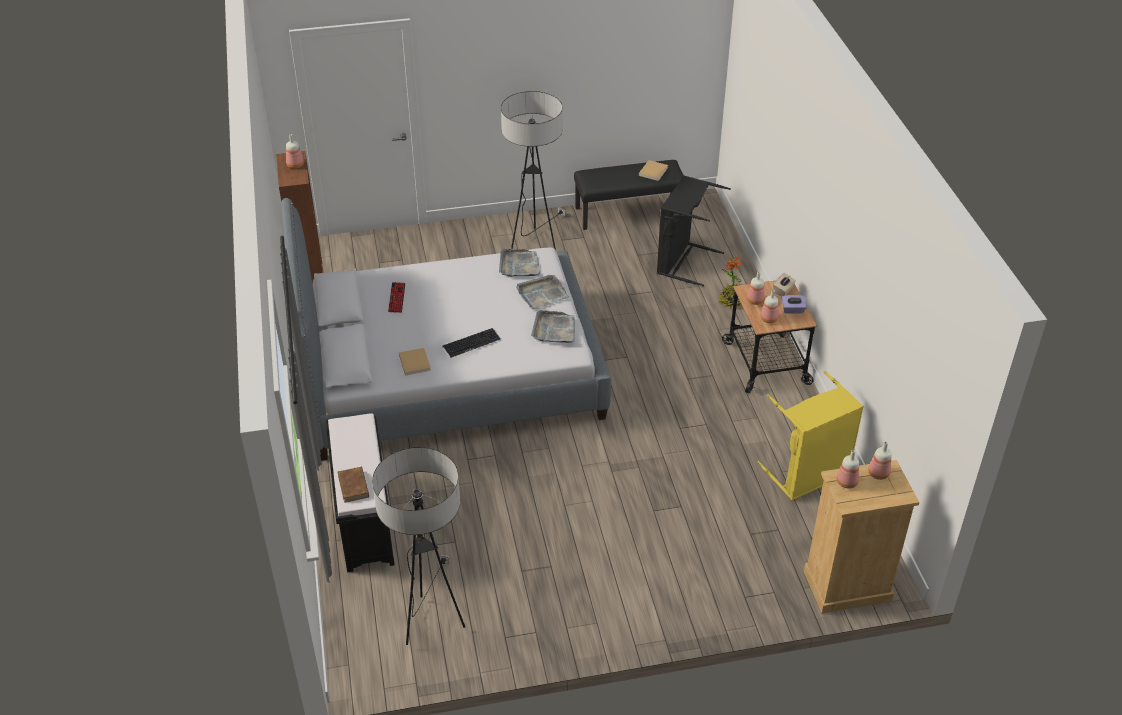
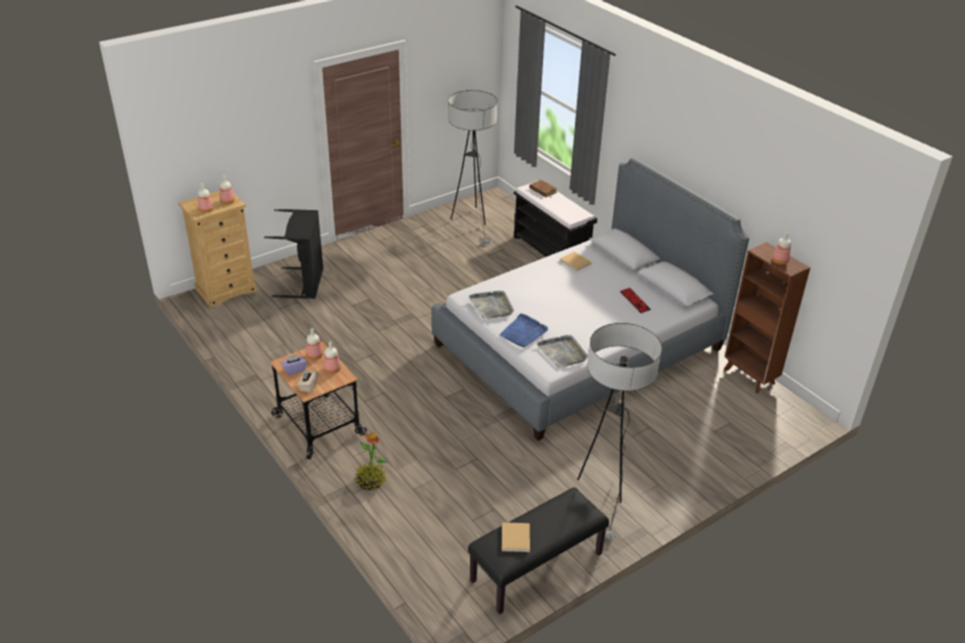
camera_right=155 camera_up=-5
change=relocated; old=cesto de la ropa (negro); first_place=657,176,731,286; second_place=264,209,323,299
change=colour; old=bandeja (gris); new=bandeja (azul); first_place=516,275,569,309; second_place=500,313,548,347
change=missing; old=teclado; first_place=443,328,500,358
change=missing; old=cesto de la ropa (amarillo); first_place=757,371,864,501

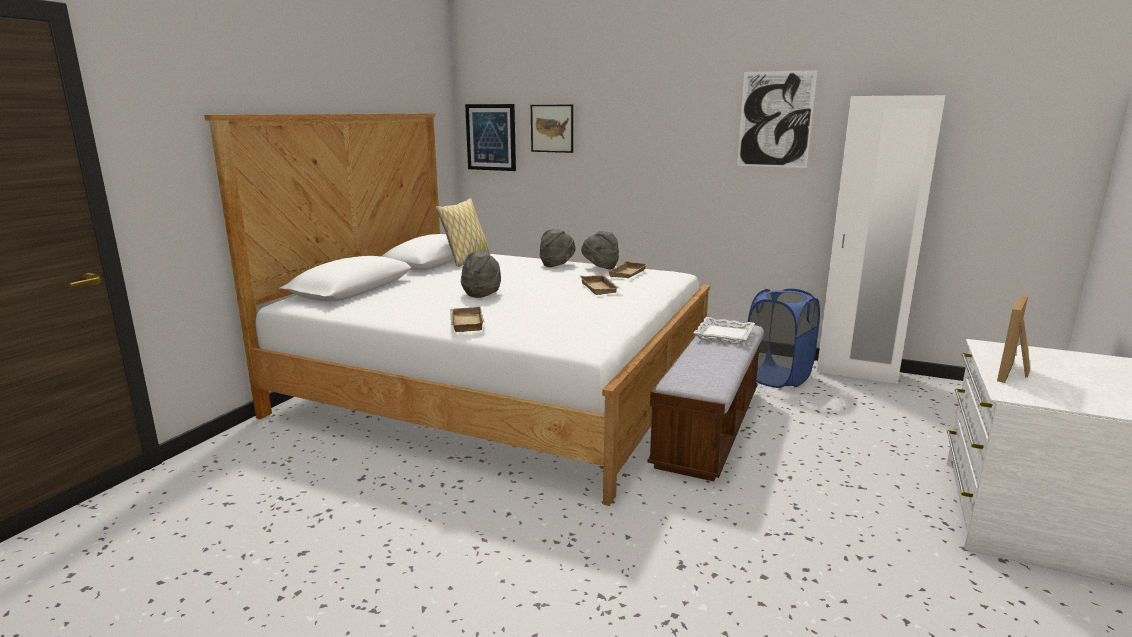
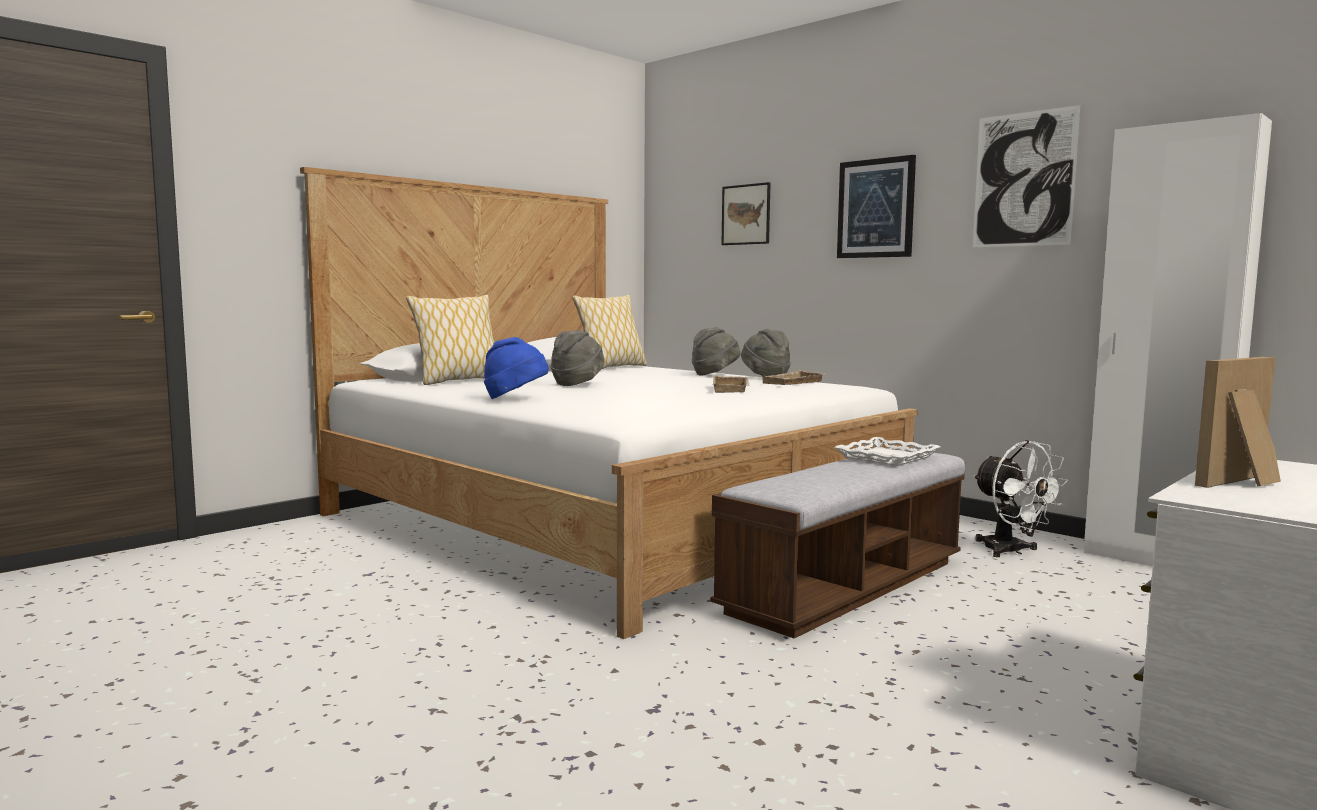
camera_right=20 camera_up=-10
change=relocated; old=cuadro; first_place=465,104,516,171; second_place=837,155,916,258
change=exchanged; old=cesto de la ropa (azul); new=ventilador (blanco); first_place=748,289,820,388; second_place=973,440,1068,557
change=exchanged; old=bandeja (beis); new=sombrero (azul); first_place=450,306,484,332; second_place=484,337,549,399
change=appeared; new=cojín; second_place=406,295,494,385

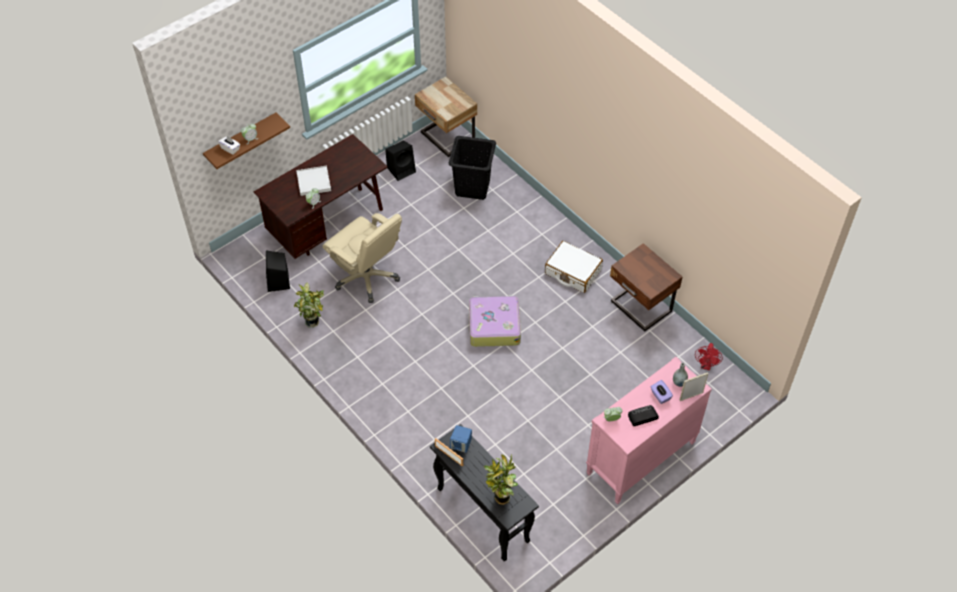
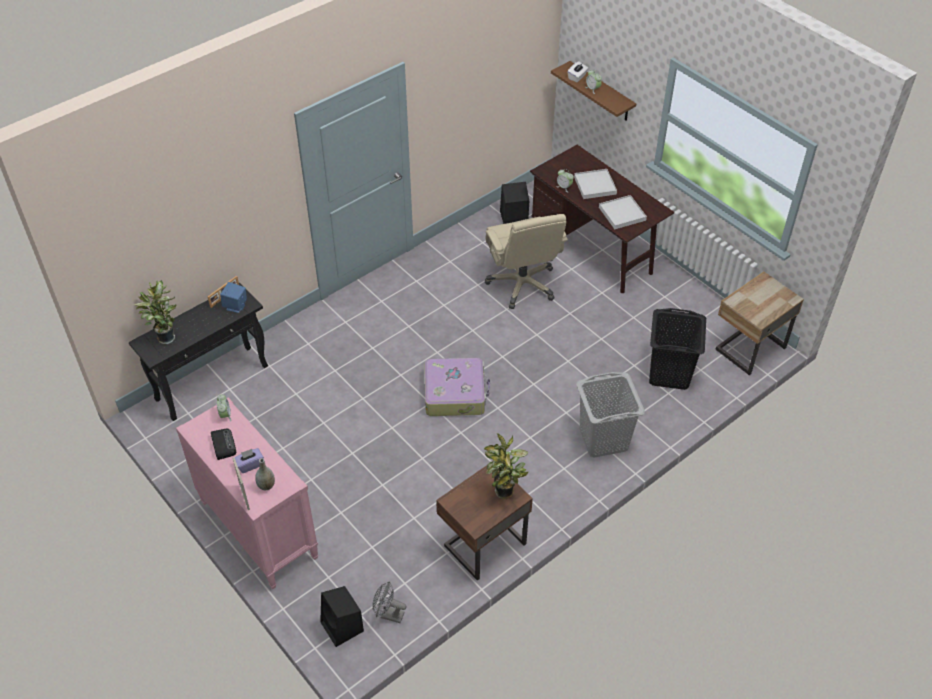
camera_right=90 camera_up=-5
change=relocated; old=altavoz (negro); first_place=385,140,416,181; second_place=320,586,364,647
change=spun; old=silla de oficina (beis); first_place=323,213,402,303; second_place=485,214,568,309; degrees=-60
change=missing; old=maleta (blanco); first_place=545,241,603,293
change=relocated; old=planta en maceta; first_place=294,283,324,328; second_place=484,433,528,499
change=colour; old=ventilador (rojo); new=ventilador (gris); first_place=695,343,722,370; second_place=372,581,407,623
change=appeared; new=bandeja (blanco); second_place=599,195,647,229
change=appeared; new=cesto de la ropa (gris); second_place=576,372,645,458

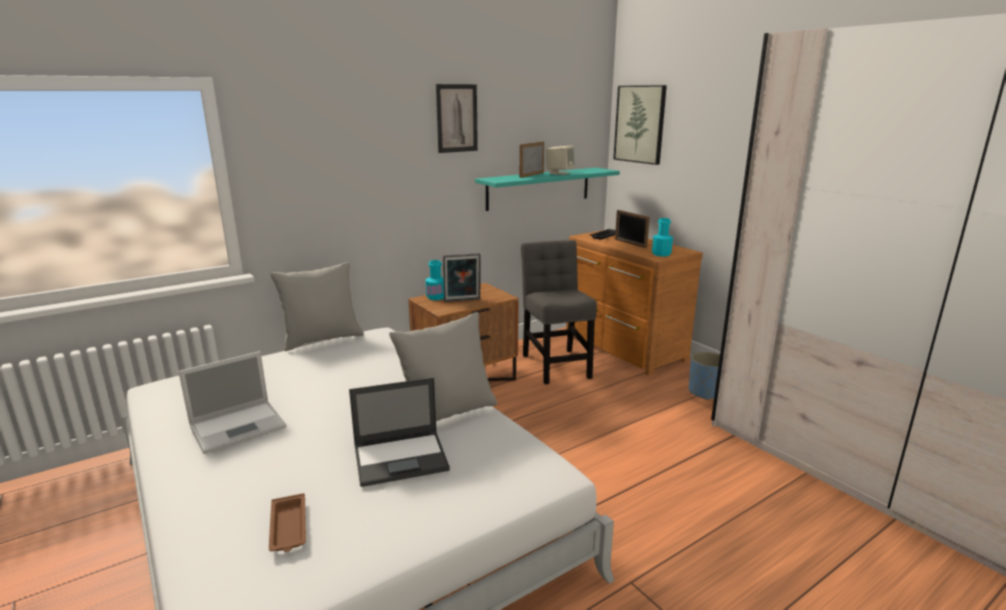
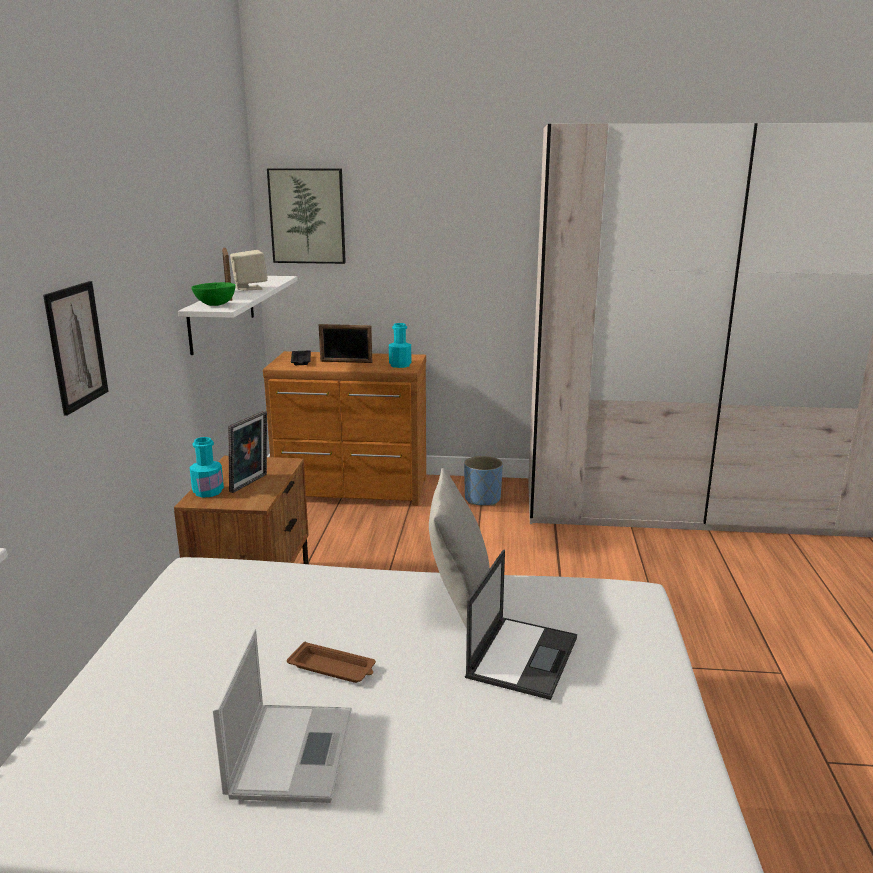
camera_right=-50 camera_up=0
change=relocated; old=cuadro; first_place=436,84,478,153; second_place=43,281,109,416
change=colour; old=estante (turquesa); new=estante (blanco); first_place=475,168,620,211; second_place=178,276,298,355
change=missing; old=silla (gris); first_place=521,240,597,384
change=missing; old=cojín (gris); first_place=270,262,364,351
change=relocated; old=bandeja (marrón); first_place=269,493,306,552; second_place=287,641,376,683
change=appeared; new=cuenco (verde); second_place=191,282,236,306

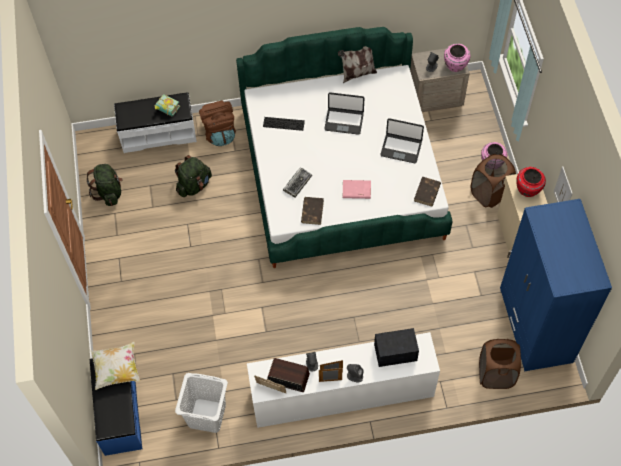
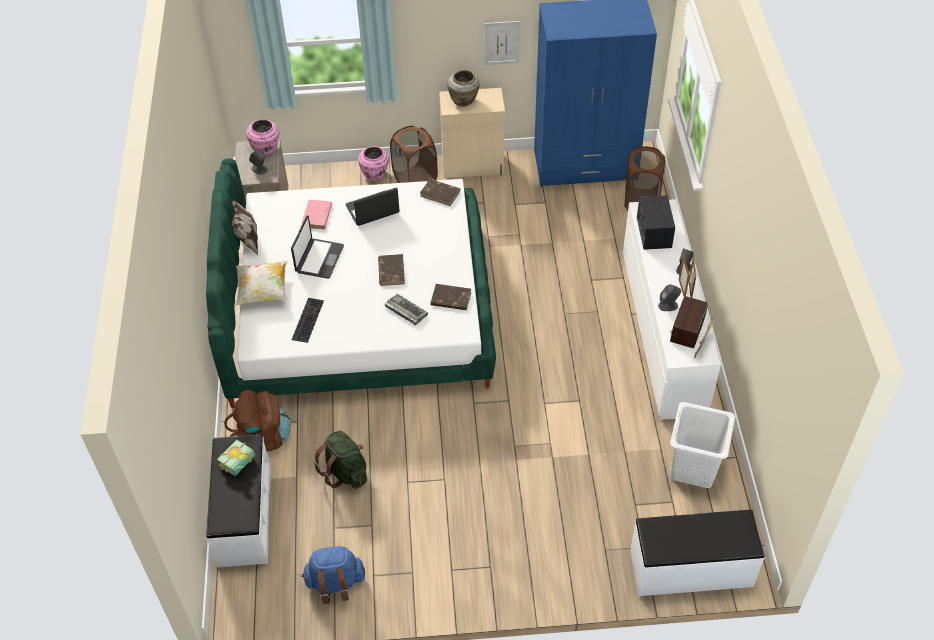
camera_right=-85 camera_up=-10
change=spun; old=portátil; first_place=380,118,424,163; second_place=346,188,400,226; degrees=-135
change=colour; old=mochila (verde); new=mochila (azul); first_place=87,164,123,206; second_place=301,546,365,604
change=colour; old=florero (rojo); new=florero (beis); first_place=516,167,546,197; second_place=447,70,480,107
change=relocated; old=libro (rosa); first_place=343,180,371,199; second_place=301,200,332,229
change=relocated; old=cojín; first_place=91,342,140,390; second_place=236,261,288,305
change=colour; old=banco (azul); new=banco (blanco); first_place=90,358,143,456; second_place=630,510,765,596
change=appeared; new=libro (marrón); second_place=378,254,405,286

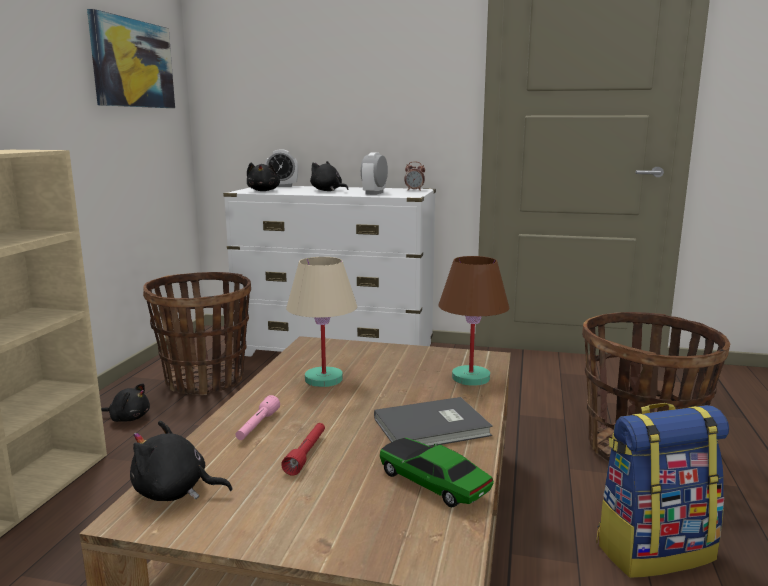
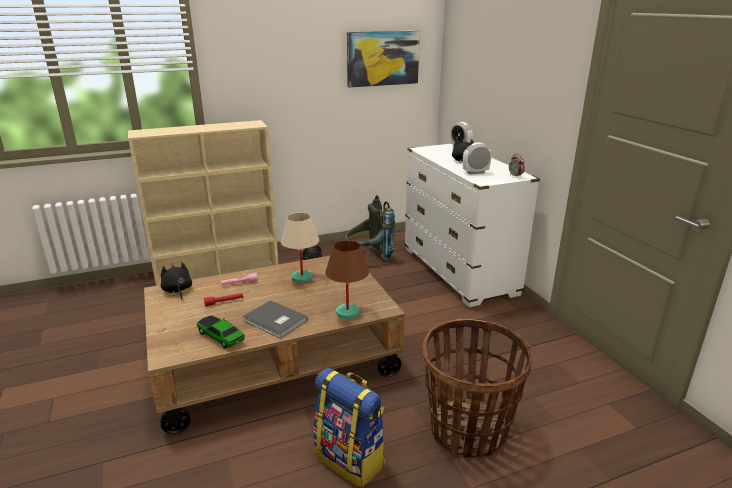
camera_right=55 camera_up=10
change=missing; old=peluche (negro); first_place=247,163,280,191
change=exchanged; old=cesta; new=mochila (gris); first_place=143,272,251,395; second_place=345,195,395,261
change=spun; old=coche de juguete; first_place=380,438,494,507; second_place=197,315,245,348; degrees=-60

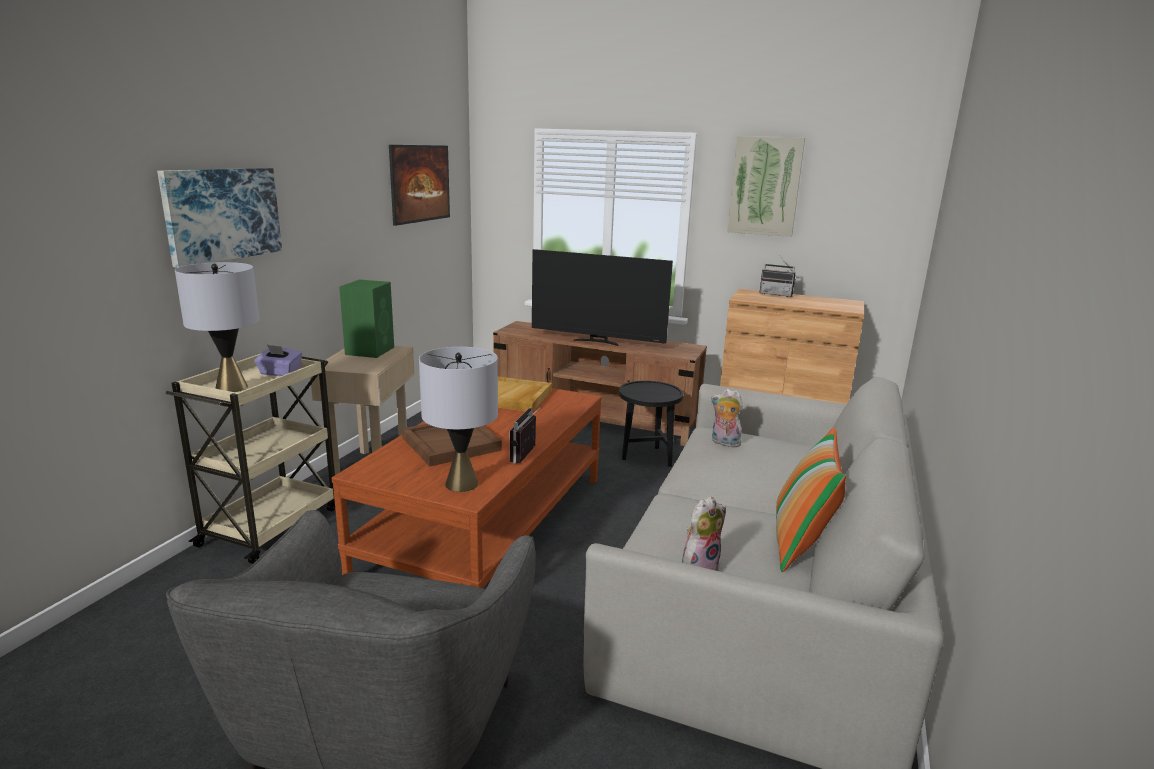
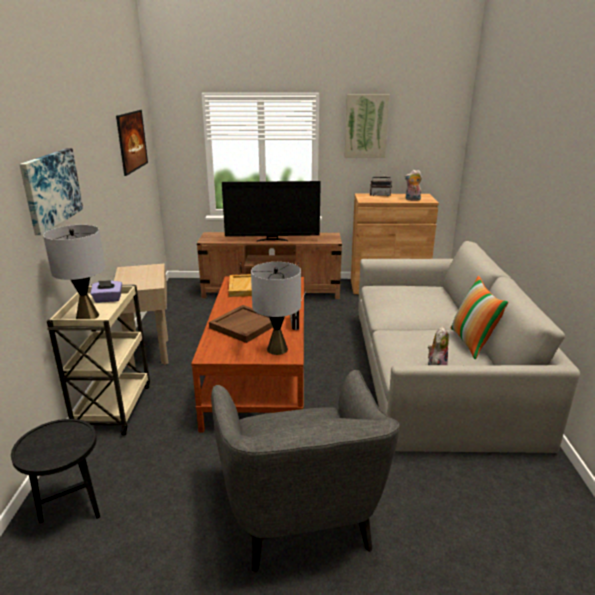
camera_right=-20 camera_up=5
change=missing; old=altavoz (verde); first_place=339,280,394,358
change=relocated; old=mesa auxiliar (negro); first_place=619,381,683,467; second_place=11,419,100,523
change=relocated; old=peluche; first_place=711,389,743,447; second_place=405,170,422,201

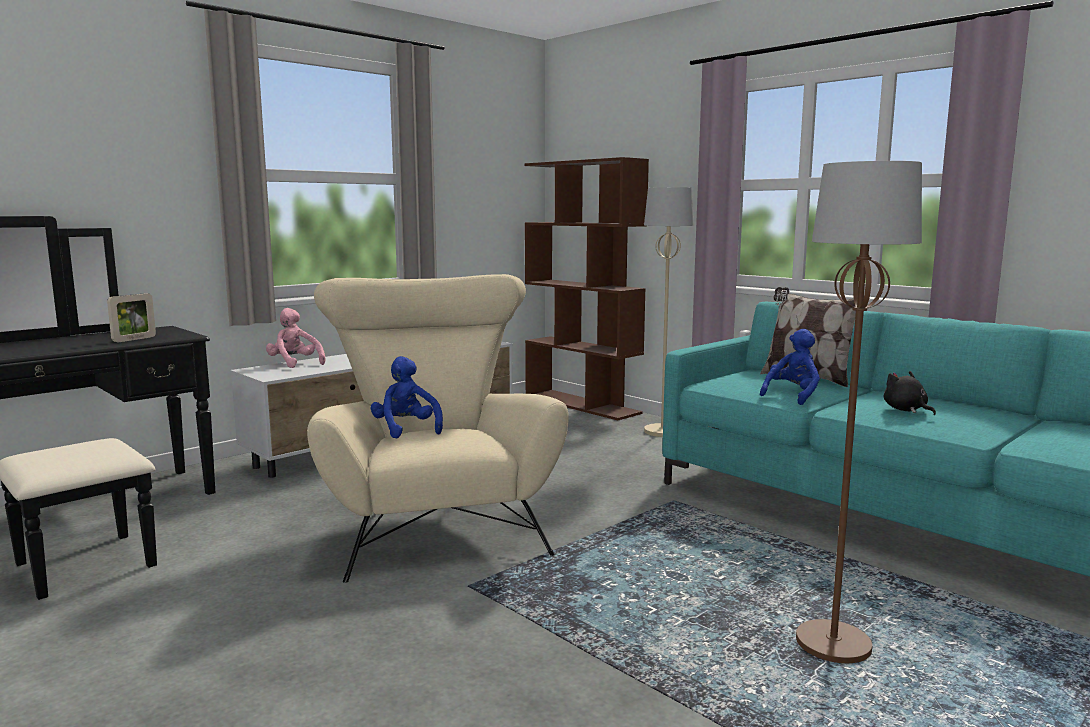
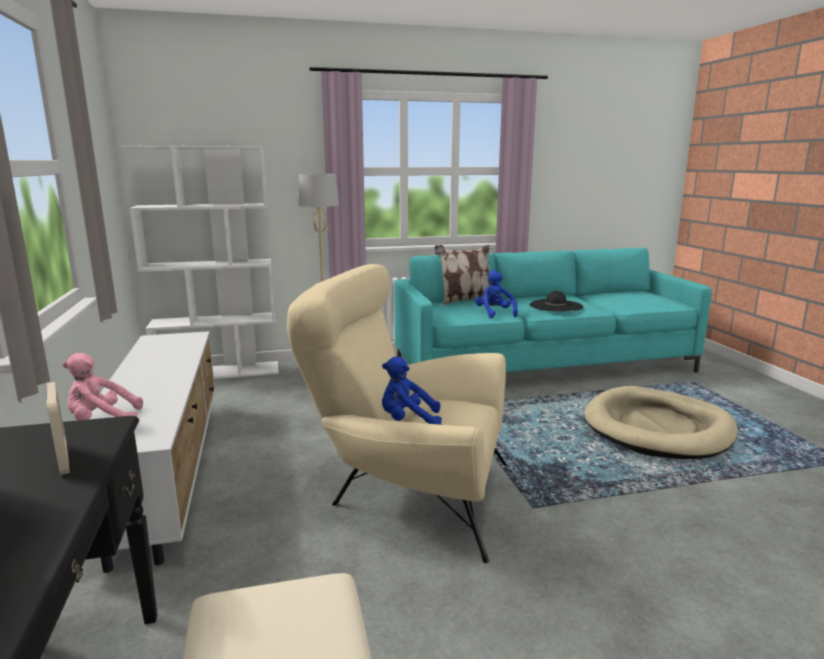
camera_right=-60 camera_up=5
change=colour; old=estantería (marrón); new=estantería (blanco); first_place=524,157,649,420; second_place=121,145,279,379
change=exchanged; old=lámpara de pie (marrón); new=cama para perro (beis); first_place=796,161,922,663; second_place=584,386,738,459
change=exchanged; old=peluche (negro); new=sombrero (negro); first_place=884,371,936,415; second_place=529,291,583,312

